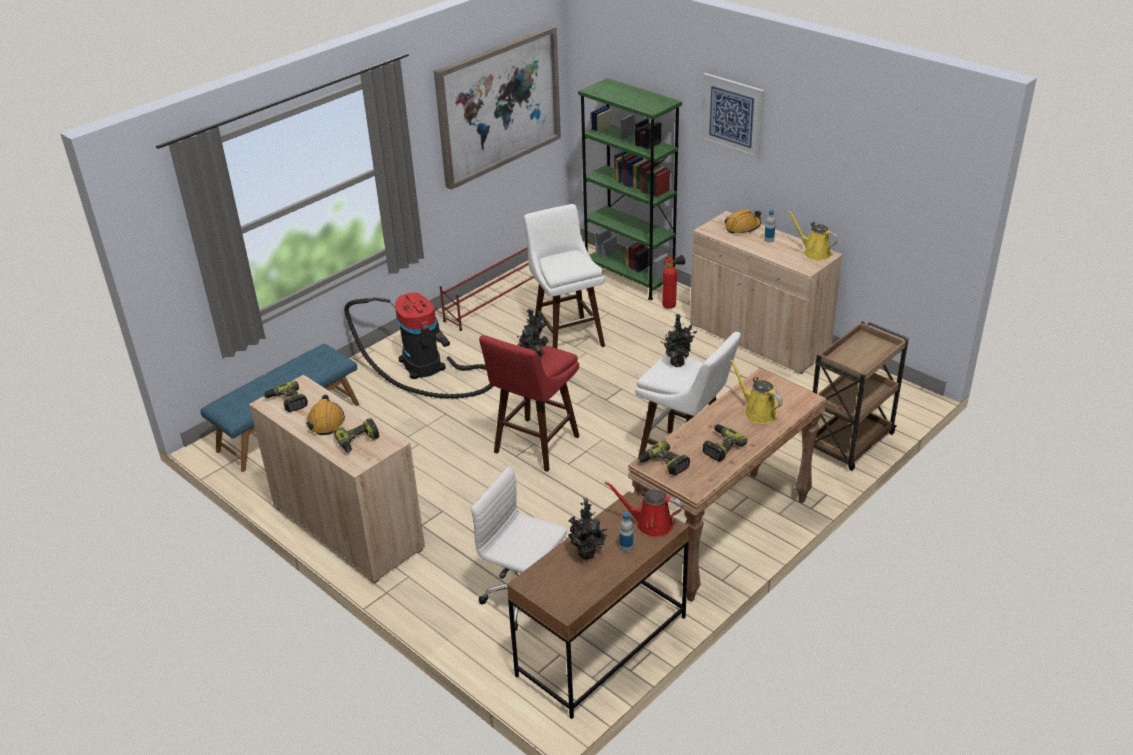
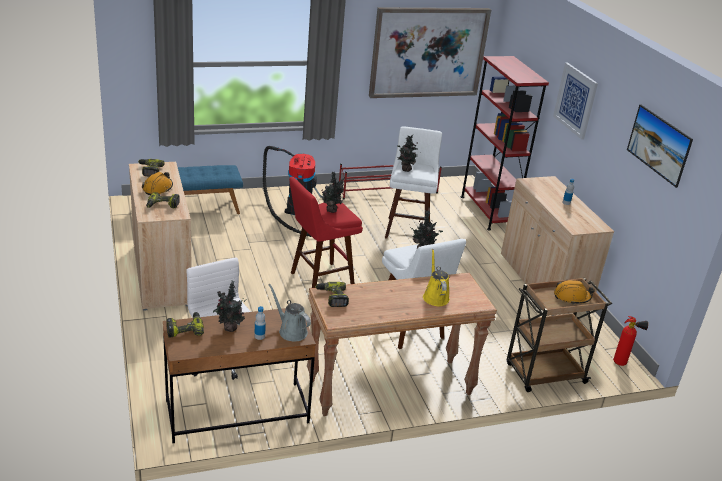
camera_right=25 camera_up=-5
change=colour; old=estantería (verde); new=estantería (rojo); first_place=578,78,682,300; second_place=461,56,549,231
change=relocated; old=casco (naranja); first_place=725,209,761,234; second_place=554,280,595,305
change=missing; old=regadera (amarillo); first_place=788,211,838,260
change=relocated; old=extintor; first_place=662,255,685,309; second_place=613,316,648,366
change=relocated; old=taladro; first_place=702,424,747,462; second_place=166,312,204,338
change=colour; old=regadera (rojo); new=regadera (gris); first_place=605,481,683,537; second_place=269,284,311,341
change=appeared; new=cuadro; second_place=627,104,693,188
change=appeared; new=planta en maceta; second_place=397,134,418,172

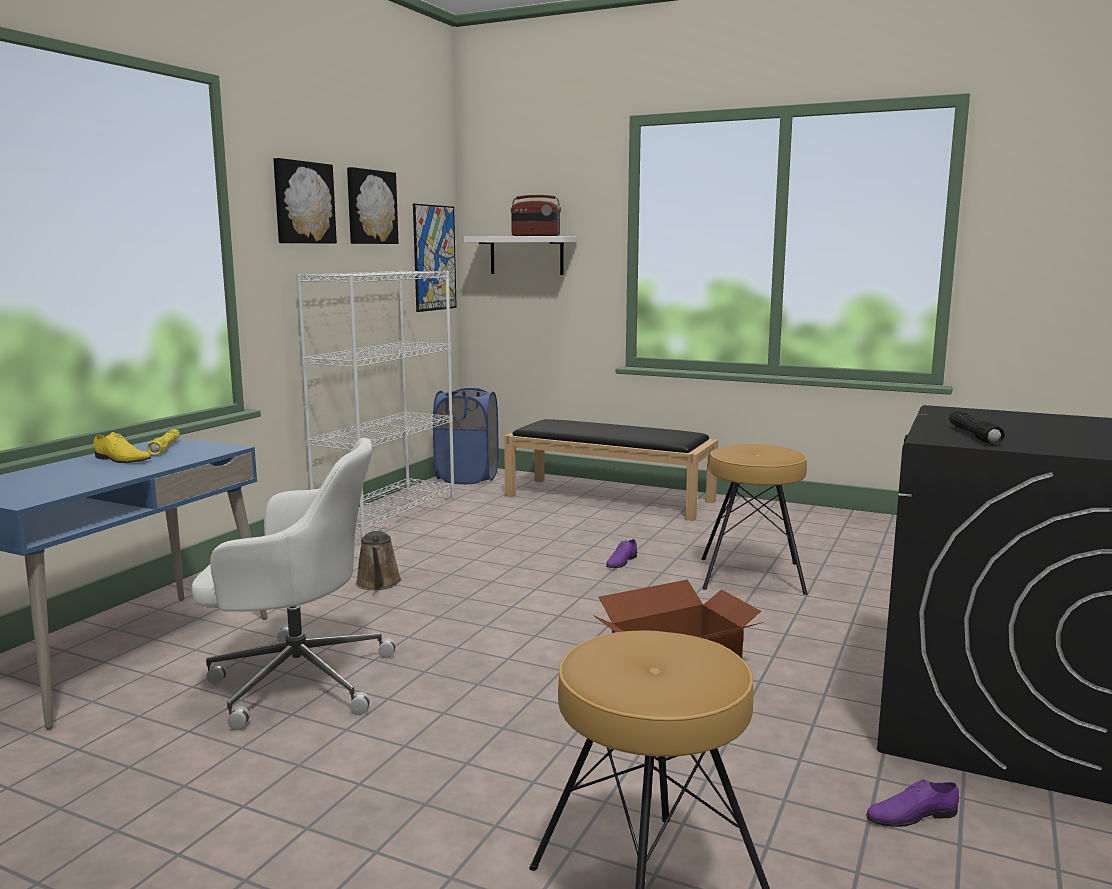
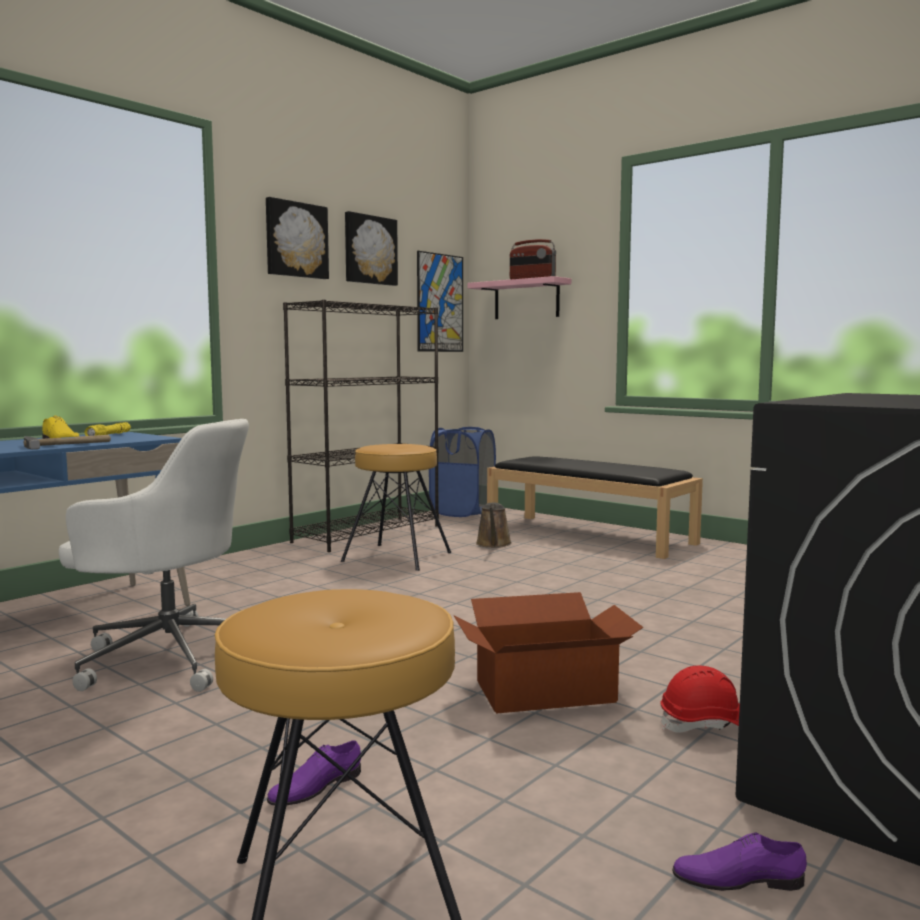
camera_right=15 camera_up=-5
change=colour; old=estante (blanco); new=estante (rosa); first_place=464,236,576,275; second_place=468,276,571,319
change=colour; old=estantería (blanco); new=estantería (negro); first_place=296,270,455,537; second_place=283,300,439,552
change=missing; old=linterna (negro); first_place=949,411,1005,445
change=relocated; old=taburete (marrón); first_place=701,444,808,595; second_place=341,444,451,571
change=relocated; old=regadera (marrón); first_place=356,529,402,590; second_place=476,502,512,548
change=relocated; old=zapato (morado); first_place=606,539,637,568; second_place=267,741,361,806
change=appeared; new=martillo; second_place=24,435,111,449
change=appeared; new=casco (rojo); second_place=661,665,740,733

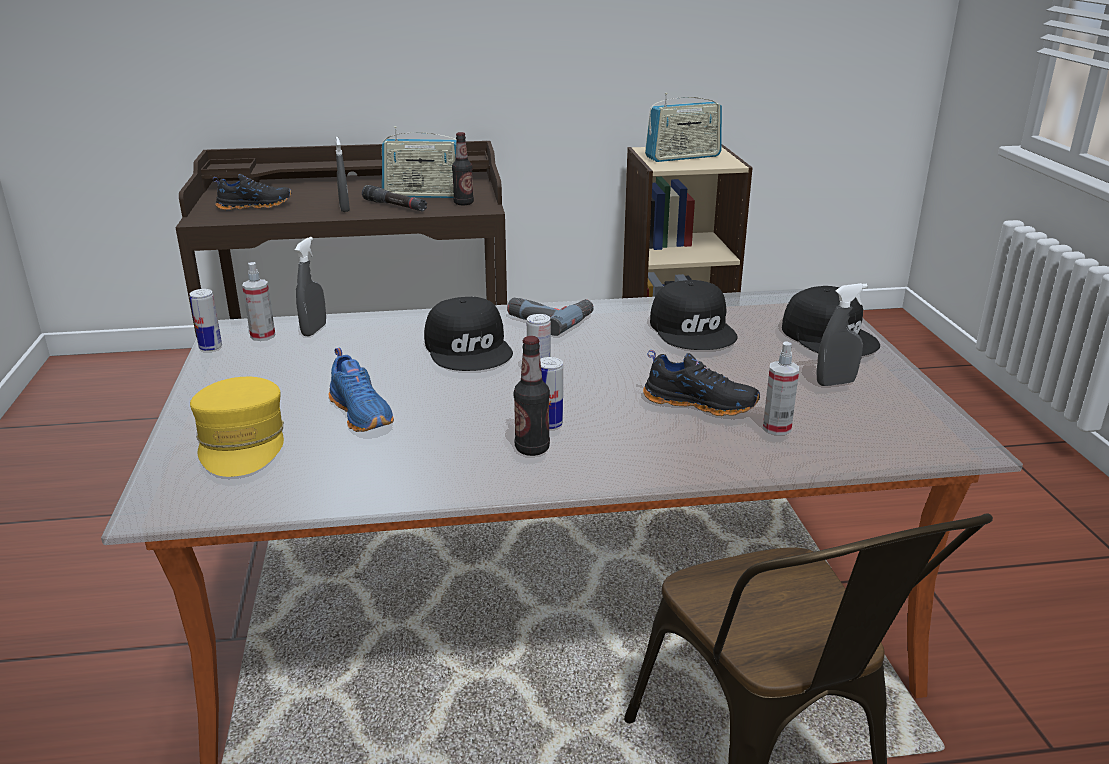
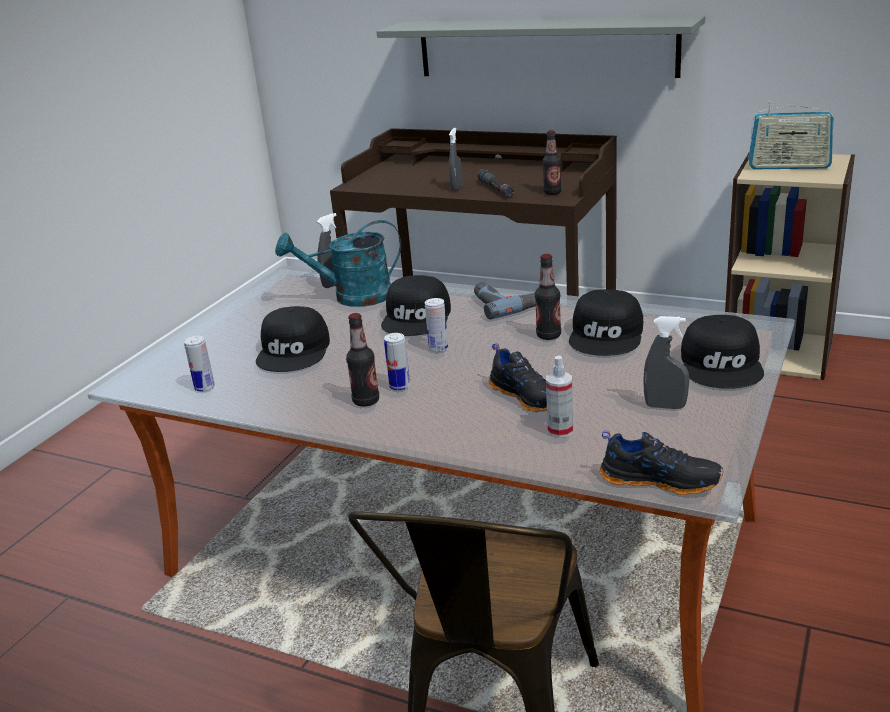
camera_right=35 camera_up=0
change=missing; old=radio; first_place=382,126,456,198
change=relocated; old=zapato (negro); first_place=213,174,291,210; second_place=600,430,723,495
change=missing; old=pulverizador; first_place=242,262,275,341
change=relocated; old=lata; first_place=190,289,222,351; second_place=184,336,215,392
change=exchanged; old=zapato (azul); new=gorra (negro); first_place=329,348,394,432; second_place=256,306,330,372
change=missing; old=gorra (amarillo); first_place=190,377,284,477
change=appeared; new=estante (gris); second_place=376,16,705,78
change=appeared; new=regadera (turquesa); second_place=275,220,401,307
change=appeared; new=botella; second_place=535,254,561,340

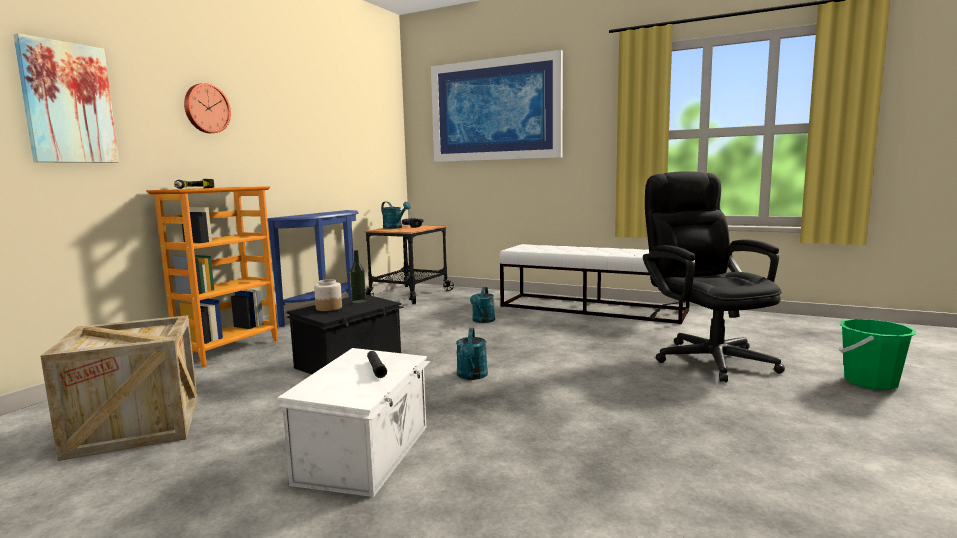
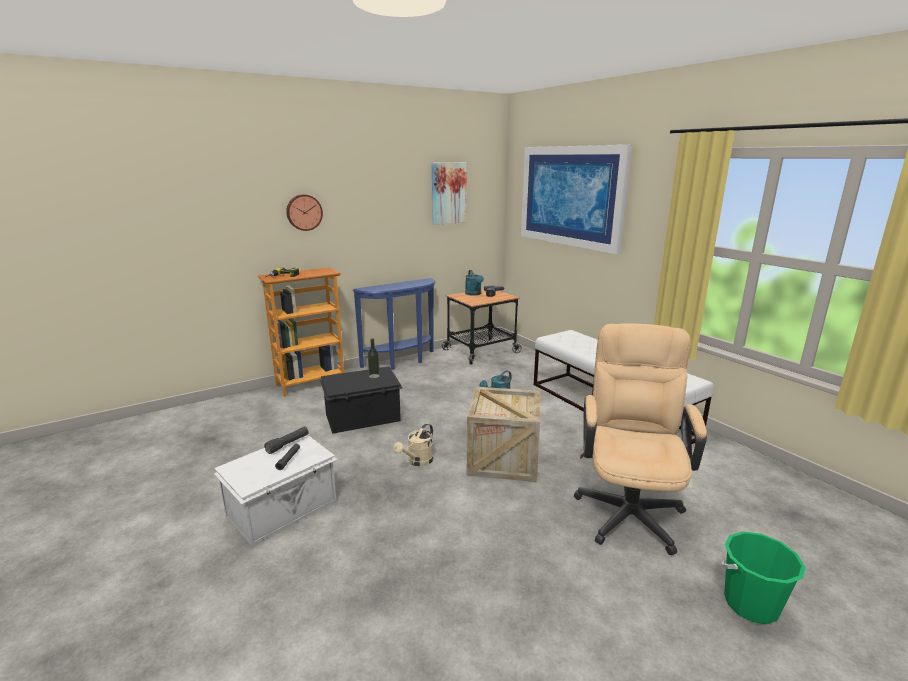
camera_right=30 camera_up=10
change=relocated; old=cuadro; first_place=13,33,119,163; second_place=431,162,467,225
change=colour; old=silla de oficina (negro); new=silla de oficina (beis); first_place=643,171,785,382; second_place=574,324,707,555
change=missing; old=tarro; first_place=314,279,342,311
change=relocated; old=caja de embalaje; first_place=40,315,198,461; second_place=467,387,540,482
change=colour; old=regadera (turquesa); new=regadera (beis); first_place=456,328,488,380; second_place=393,423,434,466
change=appeared; new=linterna (negro); second_place=264,427,309,454

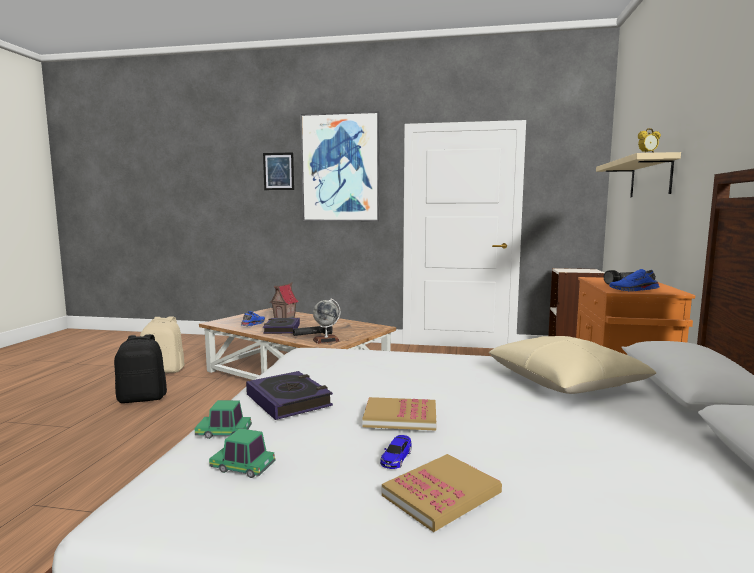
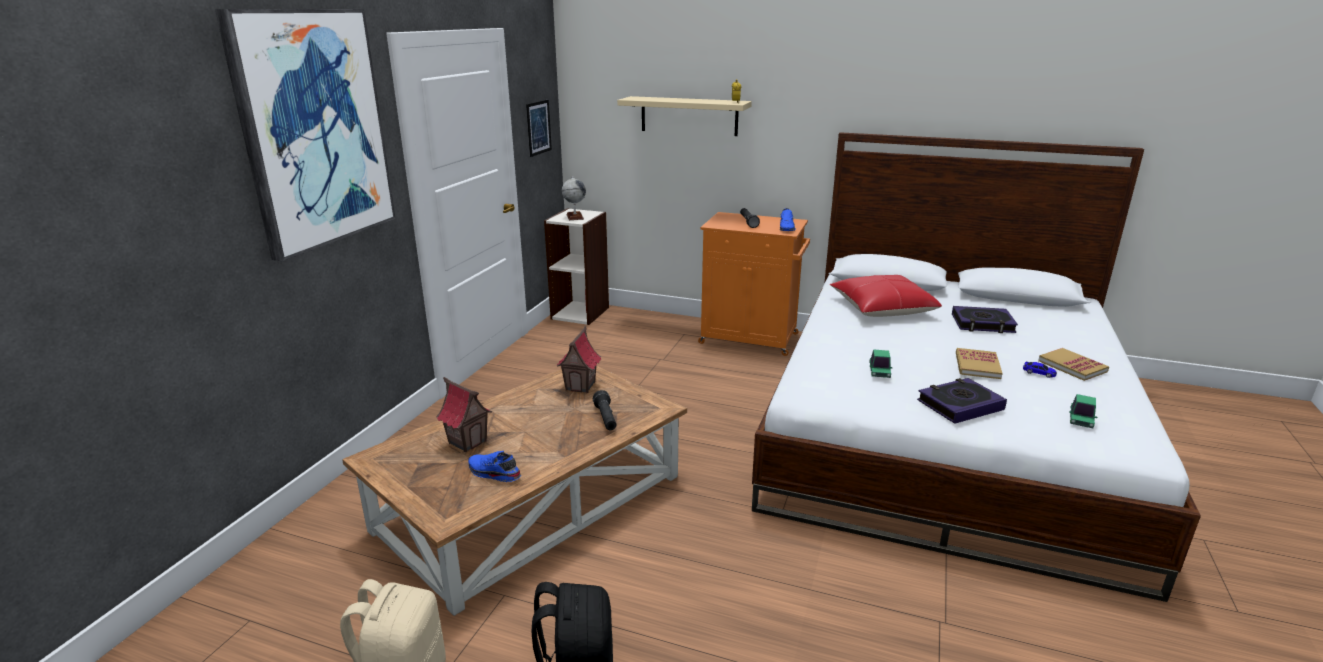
camera_right=-80 camera_up=15
change=relocated; old=cuadro; first_place=263,152,294,190; second_place=526,99,552,157
change=relocated; old=globo terráqueo; first_place=313,298,340,344; second_place=562,176,586,220
change=relocated; old=libro; first_place=263,318,300,334; second_place=952,306,1018,333
change=colour; old=cojín (beis); new=cojín (rojo); first_place=489,336,656,394; second_place=829,275,942,317
change=relocated; old=coche de juguete; first_place=194,400,252,439; second_place=869,349,893,378
change=appeared; new=casita; second_place=557,326,601,393

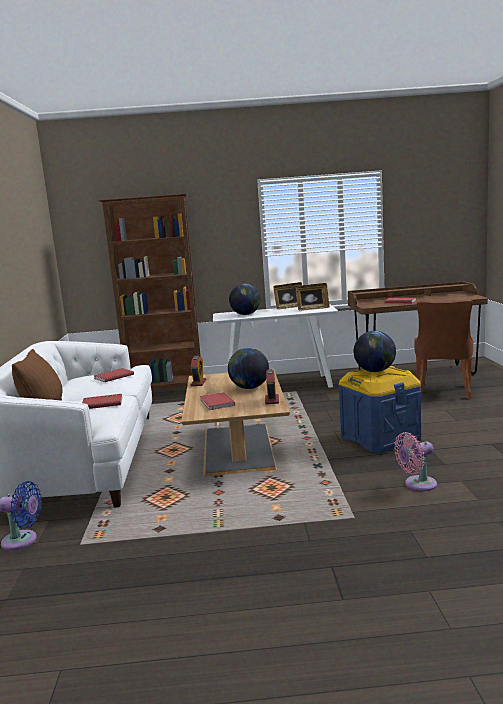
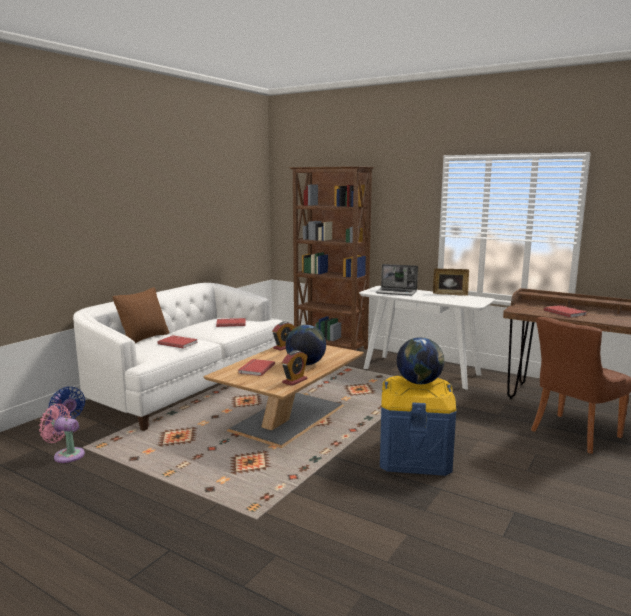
camera_right=35 camera_up=0
change=exchanged; old=globo terráqueo; new=portátil; first_place=229,283,261,315; second_place=376,264,418,296
change=missing; old=portarretratos; first_place=296,283,330,311
change=relocated; old=ventilador (rosa); first_place=394,432,437,491; second_place=39,404,85,463

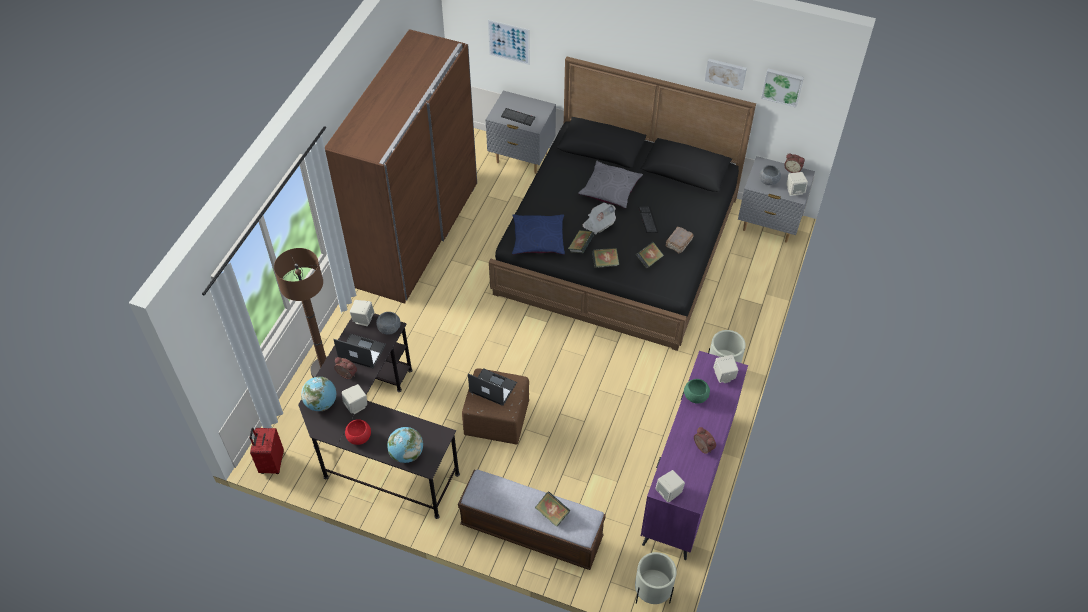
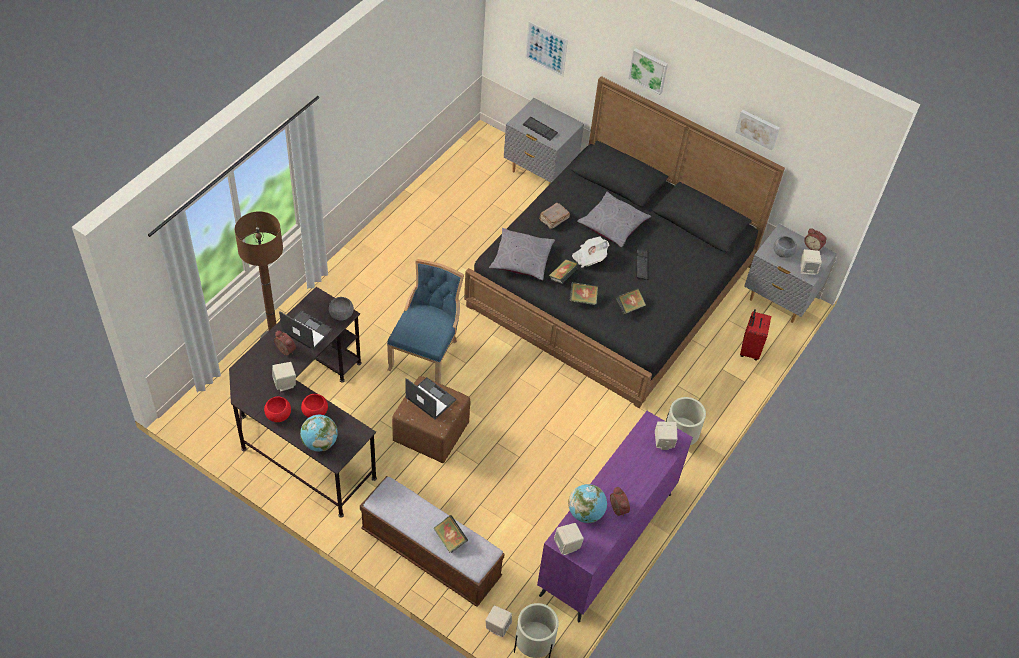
camera_right=10 camera_up=0
change=missing; old=armario ropero (marrón); first_place=325,29,477,304
change=relocated; old=cuadro; first_place=761,69,804,107; second_place=628,48,668,95
change=colour; old=cojín (azul); new=cojín (gris); first_place=512,214,565,255; second_place=489,228,555,281
change=relocated; old=libro (marrón); first_place=665,226,694,254; second_place=539,203,570,229
change=relocated; old=altavoz (beis); first_place=350,300,374,326; second_place=485,605,512,637
change=relocated; old=globo terráqueo; first_place=301,377,336,411; second_place=568,484,607,523
change=missing; old=cuenco (verde); first_place=684,379,710,404
change=relocated; old=maleta (rojo); first_place=250,428,284,474; second_place=740,309,771,361
change=appeared; new=silla (azul); second_place=387,259,464,384
change=appeared; new=cuenco (rojo); second_place=301,394,328,418

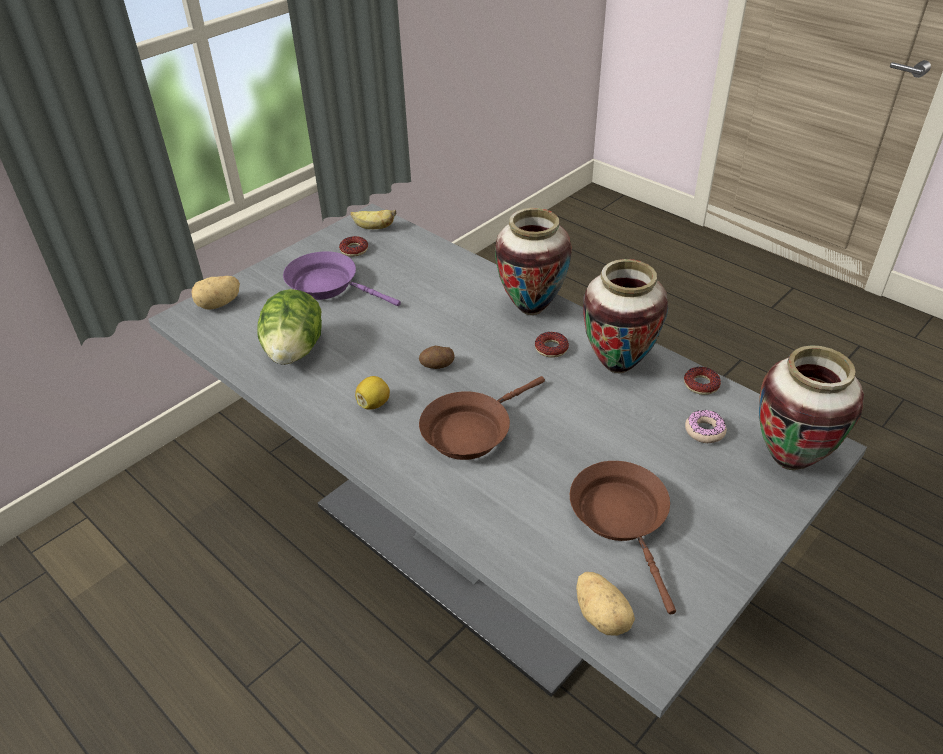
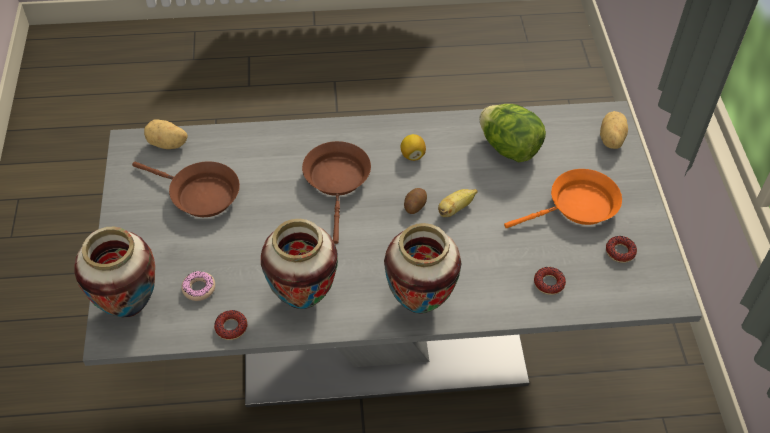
camera_right=130 camera_up=10
change=relocated; old=plátano; first_place=350,210,396,229; second_place=438,189,478,217
change=colour; old=sartén (morado); new=sartén (naranja); first_place=283,251,401,306; second_place=504,169,622,228
change=relocated; old=rosquilla; first_place=535,332,569,358; second_place=534,267,566,295

